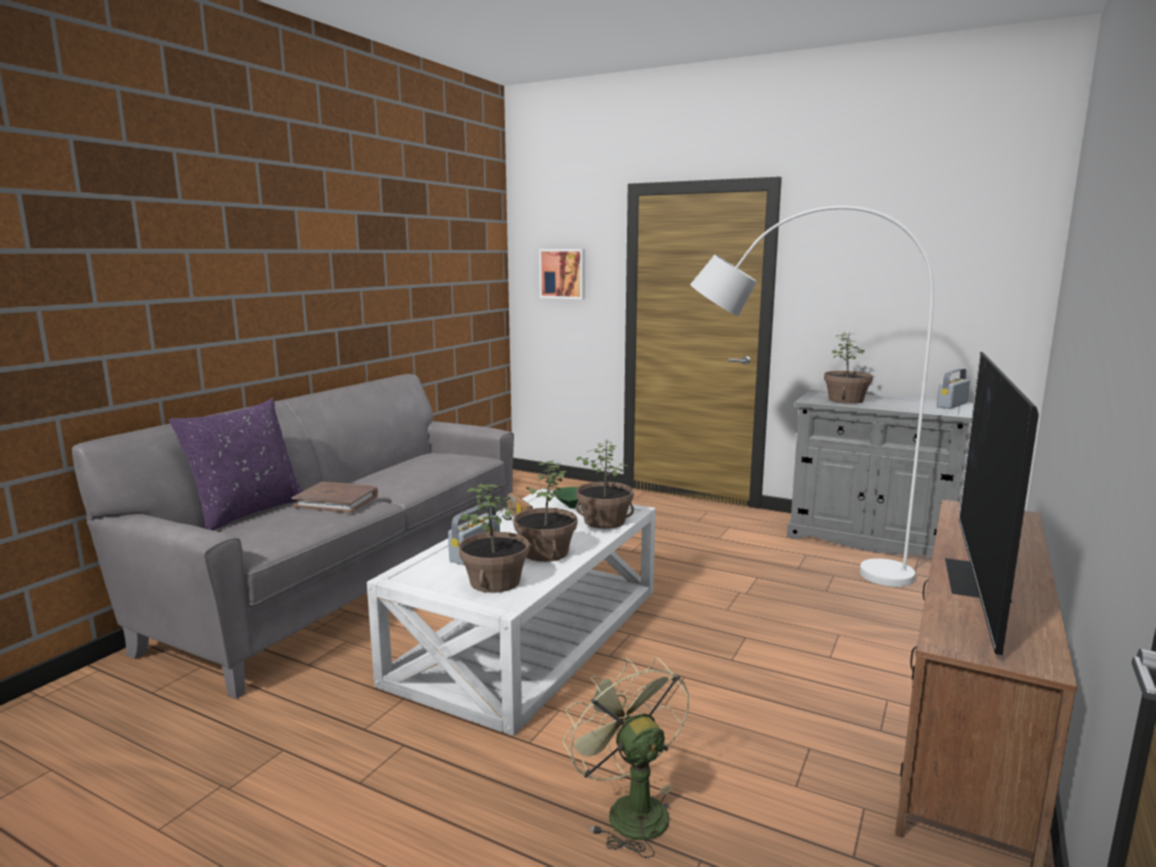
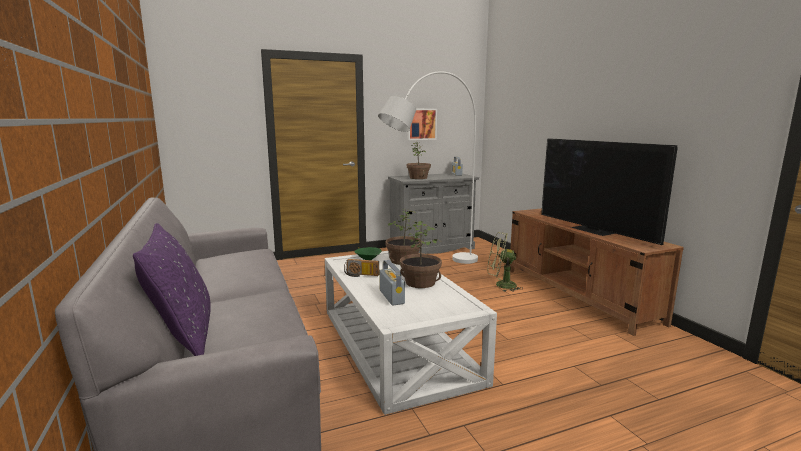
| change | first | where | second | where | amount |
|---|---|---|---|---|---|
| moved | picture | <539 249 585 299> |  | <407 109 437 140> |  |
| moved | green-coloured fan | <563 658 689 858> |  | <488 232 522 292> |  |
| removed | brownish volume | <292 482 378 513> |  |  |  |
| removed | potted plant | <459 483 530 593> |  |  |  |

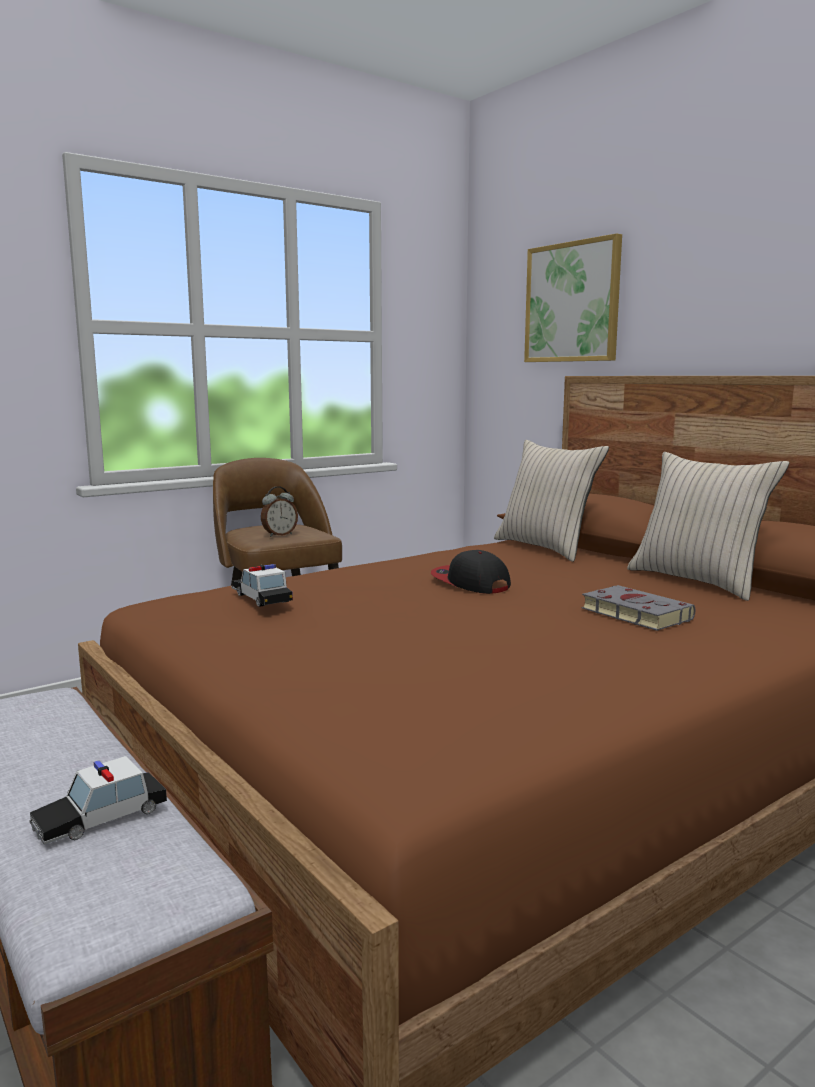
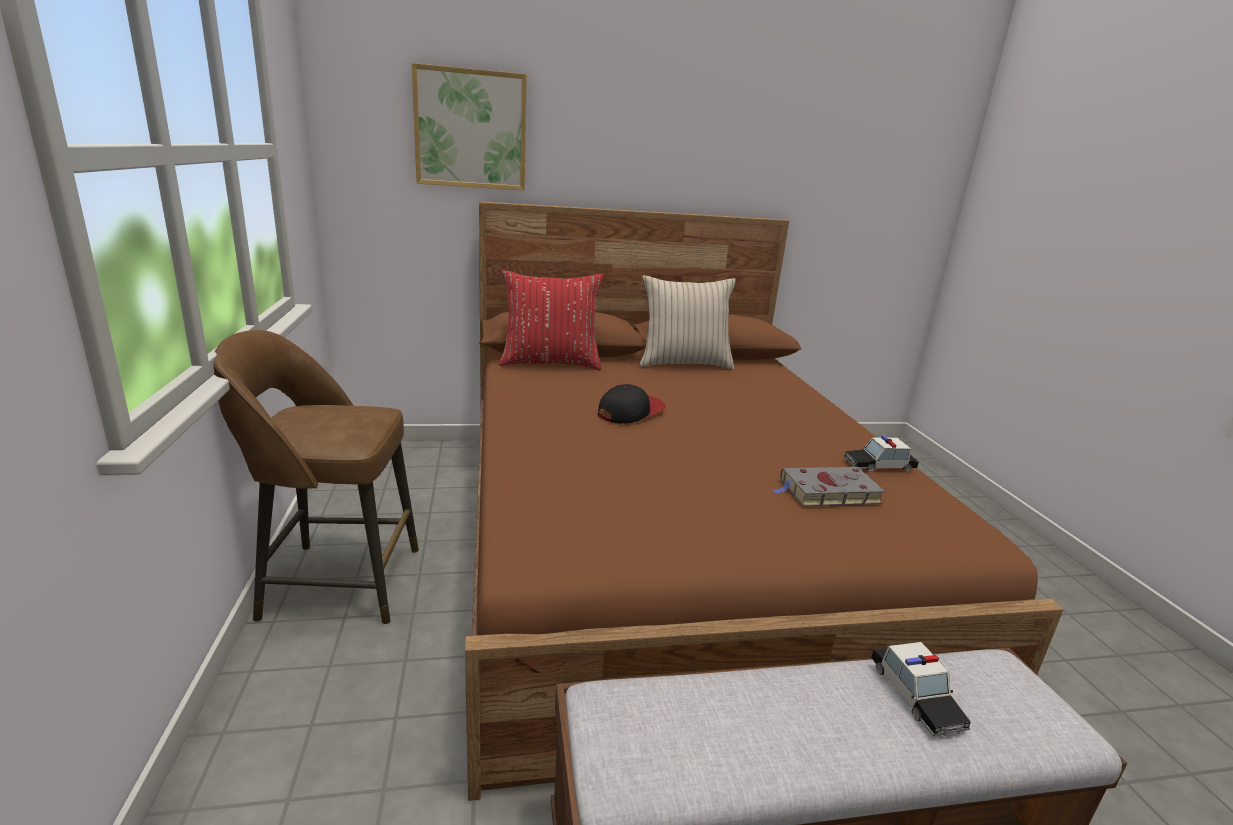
| change | first | where | second | where | amount |
|---|---|---|---|---|---|
| recoloured | beige-coloured cushion | <494 440 609 562> | reddish cushion | <499 270 603 370> |  |
| turned | baseball cap | <431 550 511 594> |  | <598 384 666 424> | 150 degrees clockwise |
| moved | gray volume | <582 585 695 631> |  | <772 467 885 506> |  |
| moved | model car | <231 564 293 607> |  | <843 435 919 472> |  |
| removed | bedside clock | <261 486 298 537> |  |  |  |

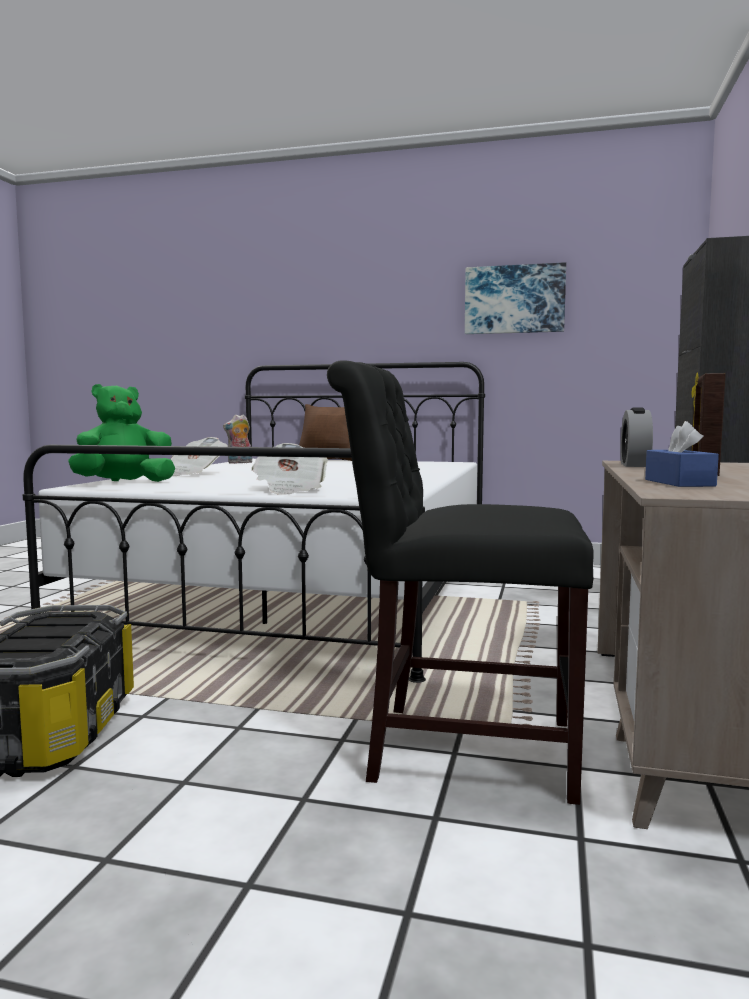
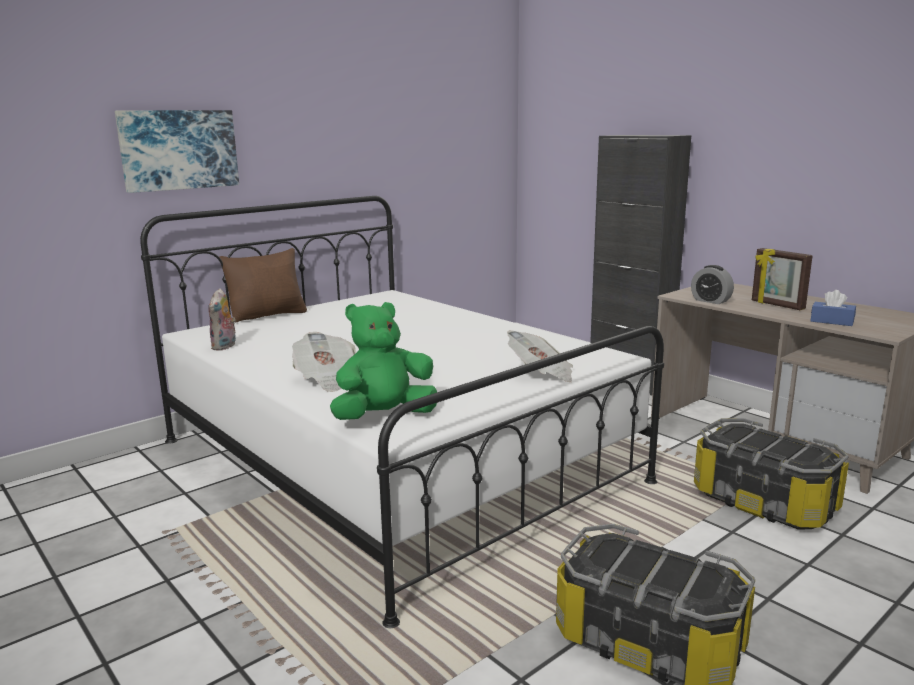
| change | first | where | second | where | amount |
|---|---|---|---|---|---|
| moved | picture | <465 262 566 334> |  | <115 110 239 193> |  |
| turned | green-coloured plush toy | <68 384 175 482> |  | <330 302 437 420> | 60 degrees clockwise |
| replaced | blackish chair | <327 360 594 805> | storage bin | <694 418 849 529> |  |

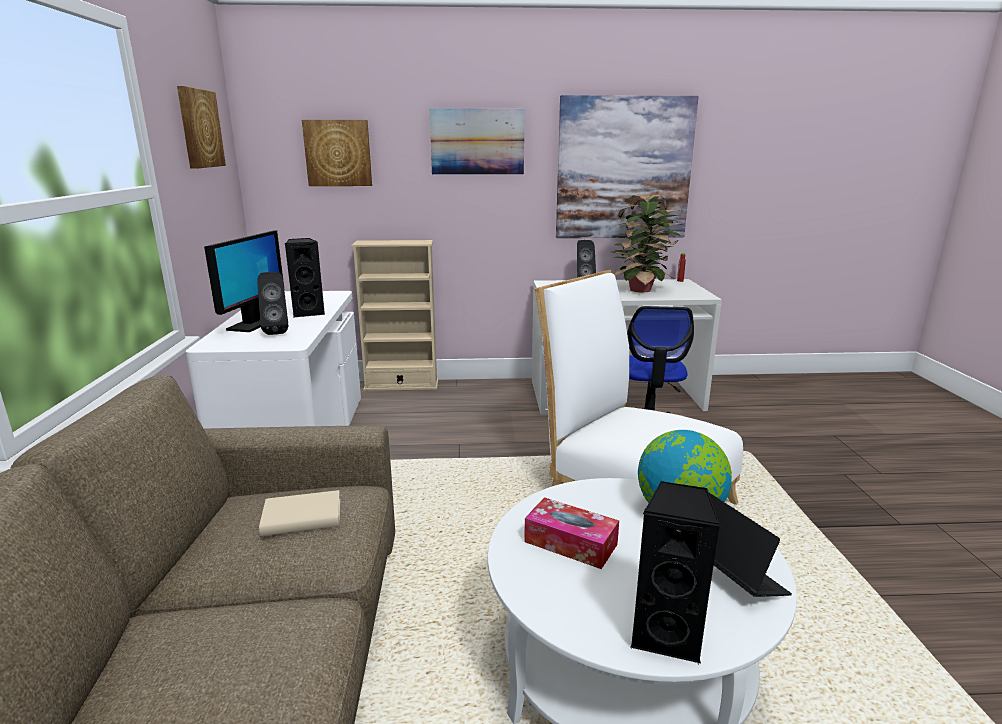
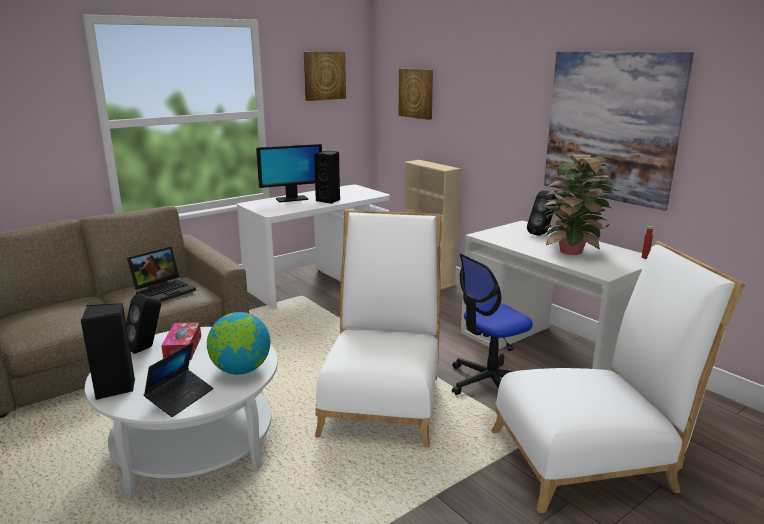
| change | first | where | second | where | amount |
|---|---|---|---|---|---|
| moved | blackish speaker | <257 272 288 335> |  | <126 294 161 354> |  |
| replaced | beige-coloured volume | <259 490 340 536> | notebook computer | <127 247 196 302> |  |
| added |  |  | white chair | <491 241 746 513> |  |
| removed | picture | <430 108 525 175> |  |  |  |

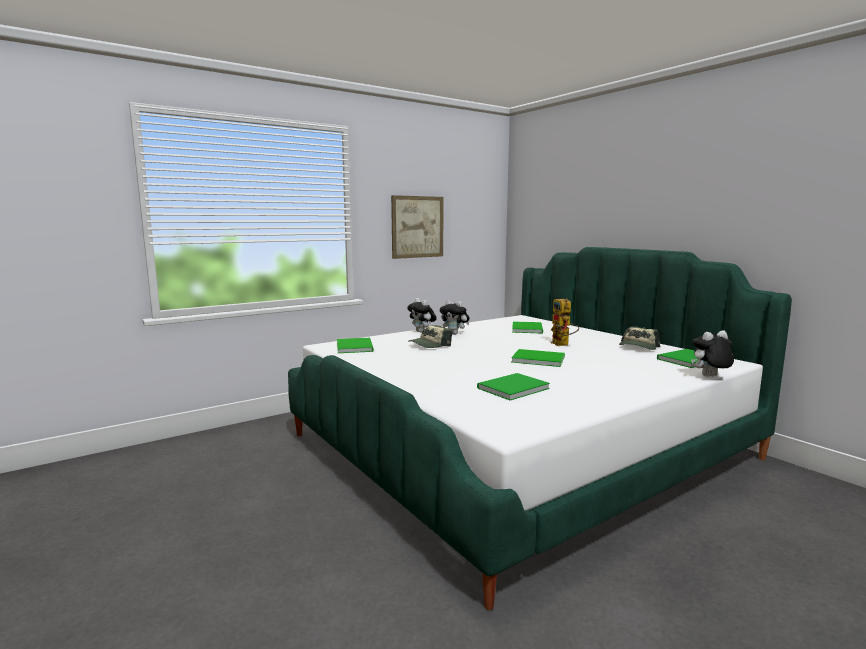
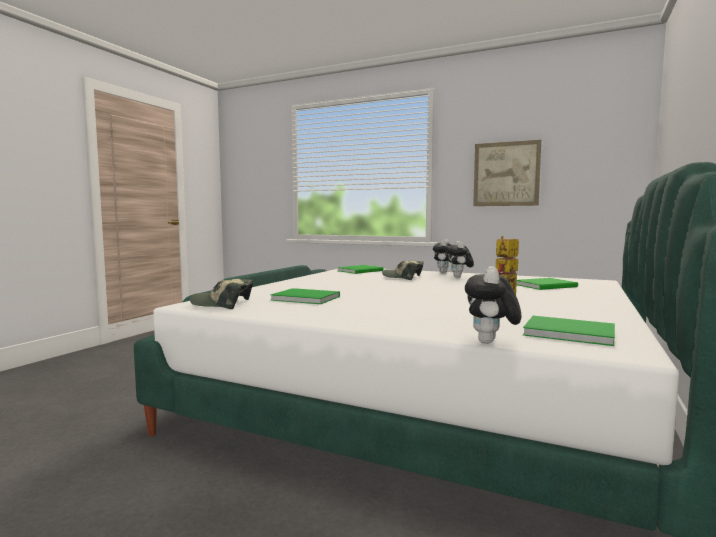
| change | first | where | second | where | amount |
|---|---|---|---|---|---|
| moved | baseball cap | <619 327 660 350> |  | <190 279 253 309> |  |
| turned | plush toy | <691 331 734 377> |  | <465 266 521 344> | 120 degrees counterclockwise |
| removed | green-coloured volume | <511 349 565 367> |  |  |  |

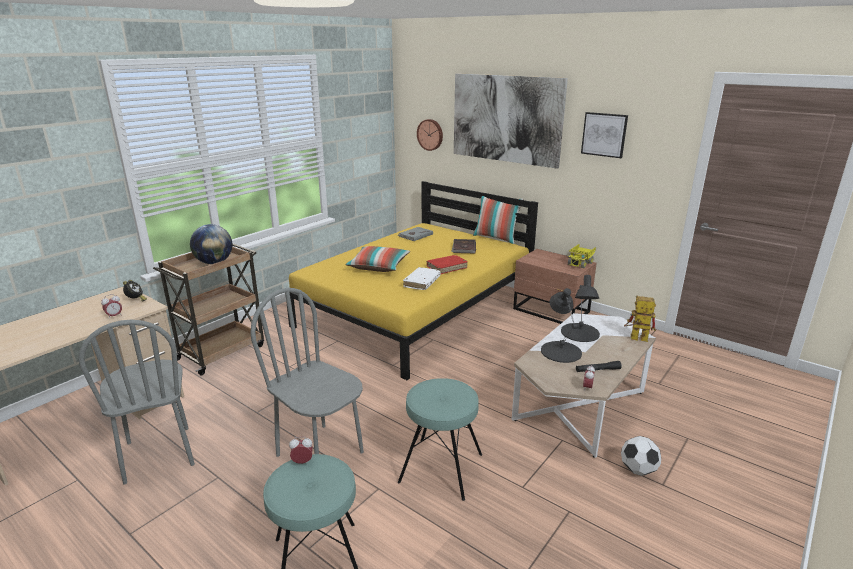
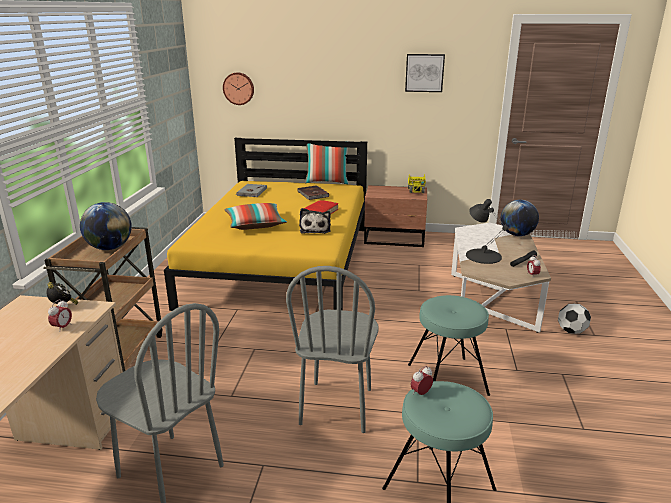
| change | first | where | second | where | amount |
|---|---|---|---|---|---|
| turned | gray chair | <250 288 364 457> |  | <286 266 379 433> | 90 degrees counterclockwise |
| replaced | white volume | <403 267 441 290> | plush toy | <299 208 331 234> |  |
| replaced | toy robot | <624 295 656 342> | world globe | <501 200 539 236> |  |
| removed | picture | <454 74 568 169> |  |  |  |
| removed | blackish table lamp | <561 275 600 342> |  |  |  |

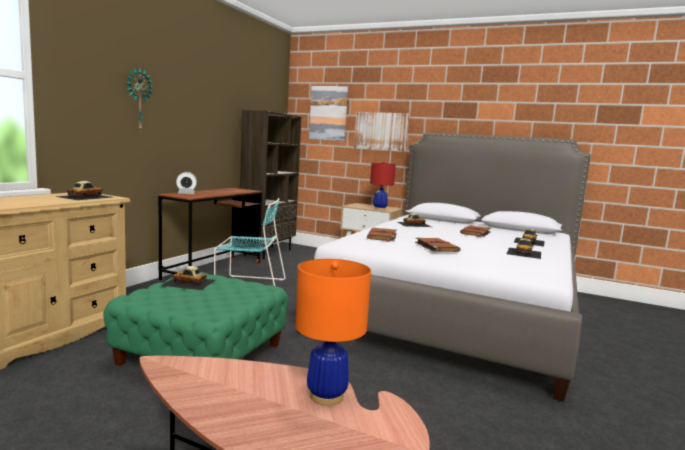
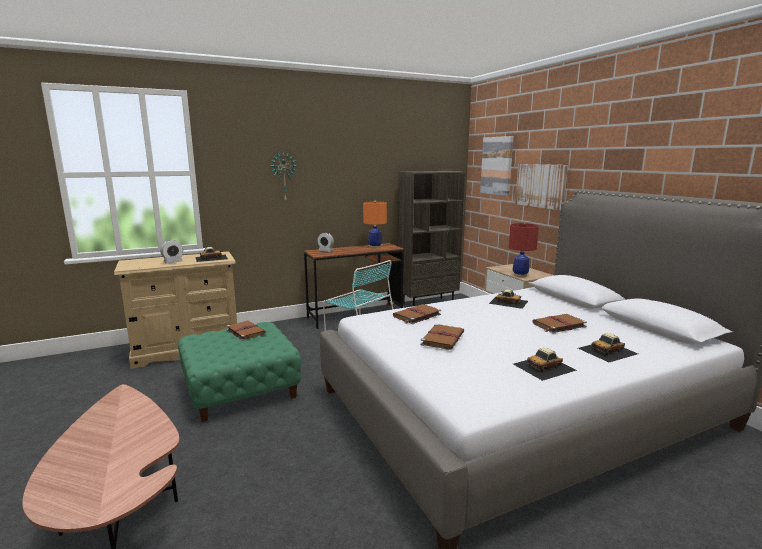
| change | first | where | second | where | amount |
|---|---|---|---|---|---|
| added |  |  | bedside clock | <160 240 183 264> |  |
| replaced | model car | <160 266 216 290> | brownish volume | <226 321 266 341> |  |
| moved | orangey table lamp | <295 259 371 406> |  | <363 201 387 248> |  |

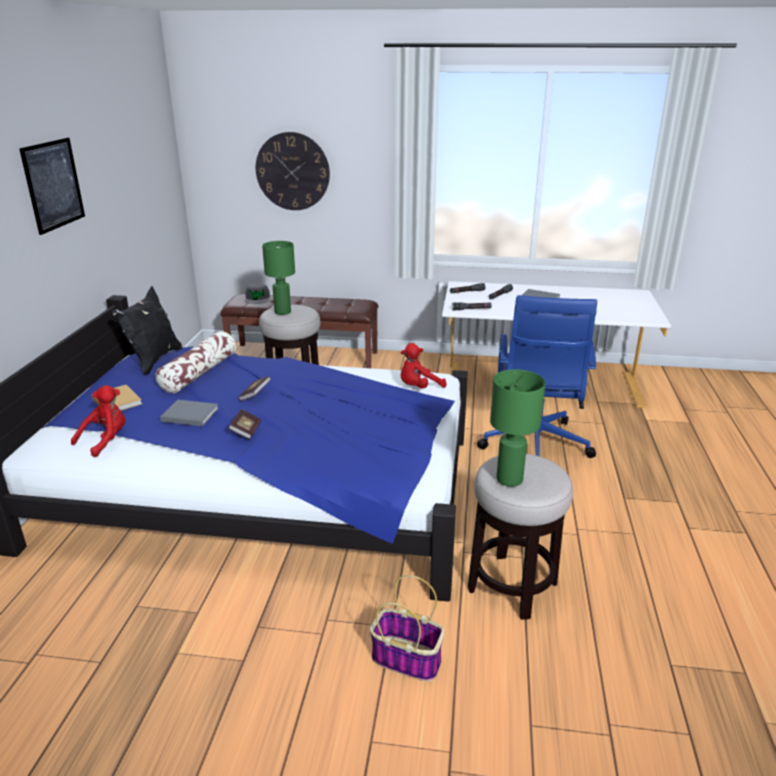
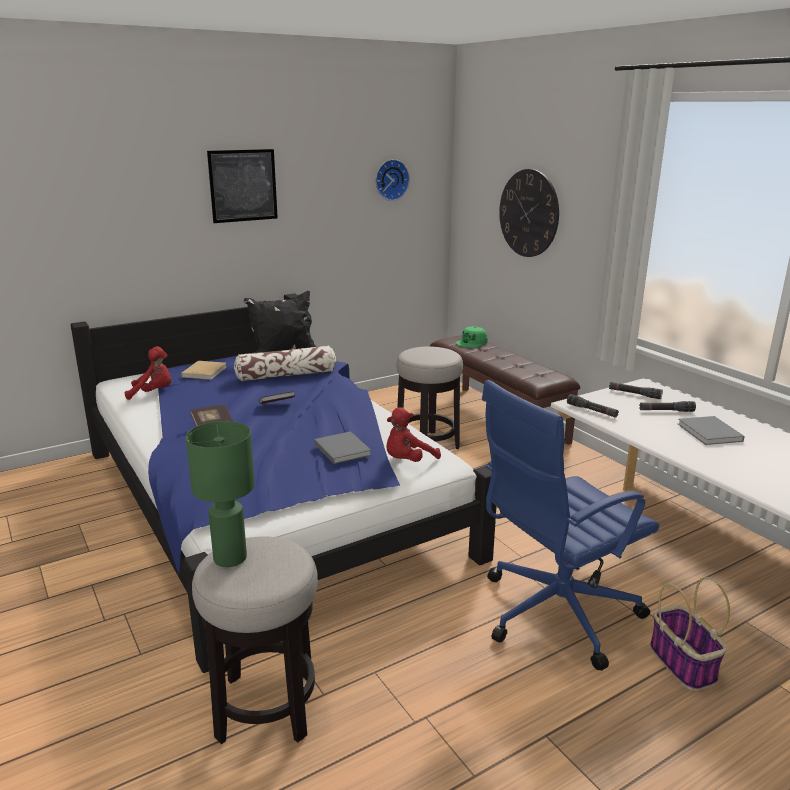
| change | first | where | second | where | amount |
|---|---|---|---|---|---|
| moved | gray volume | <160 400 219 426> |  | <315 431 371 464> |  |
| added |  |  | wall clock | <375 159 410 201> |  |
| turned | reddish plush toy | <401 343 447 389> |  | <386 408 441 462> | 60 degrees counterclockwise |
| recoloured | gray baseball cap | <245 283 270 304> | green-coloured baseball cap | <456 327 487 348> |  |
| moved | household basket | <370 575 444 682> |  | <650 577 730 691> |  |
| removed | green-coloured table lamp | <262 241 295 315> |  |  |  |

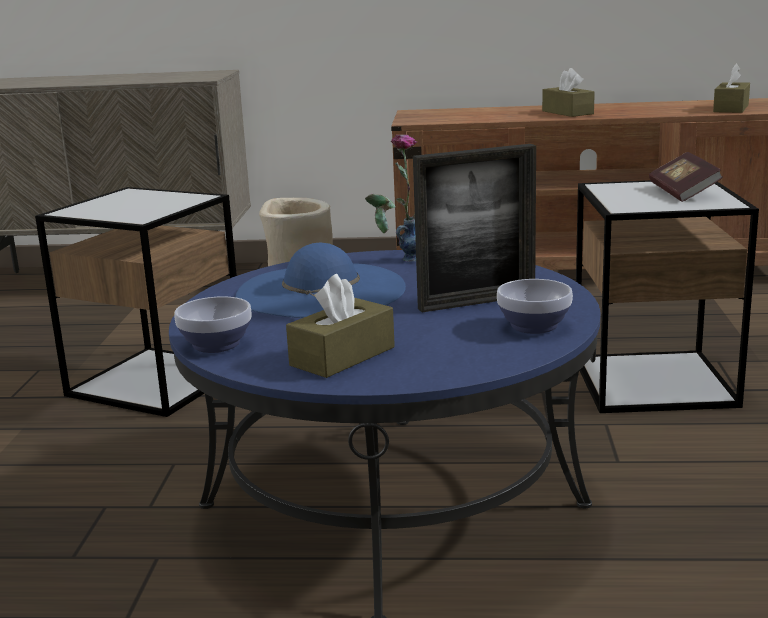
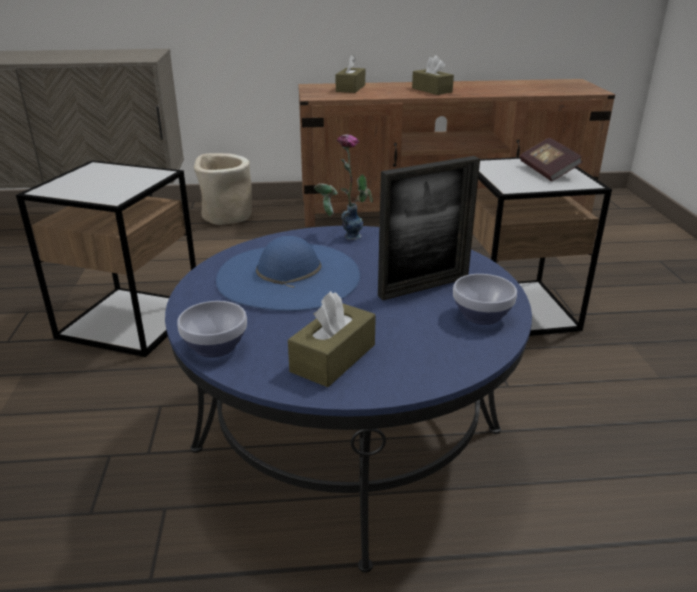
| change | first | where | second | where | amount |
|---|---|---|---|---|---|
| moved | brownish tissue holder | <713 63 750 113> |  | <336 54 365 93> |  |

